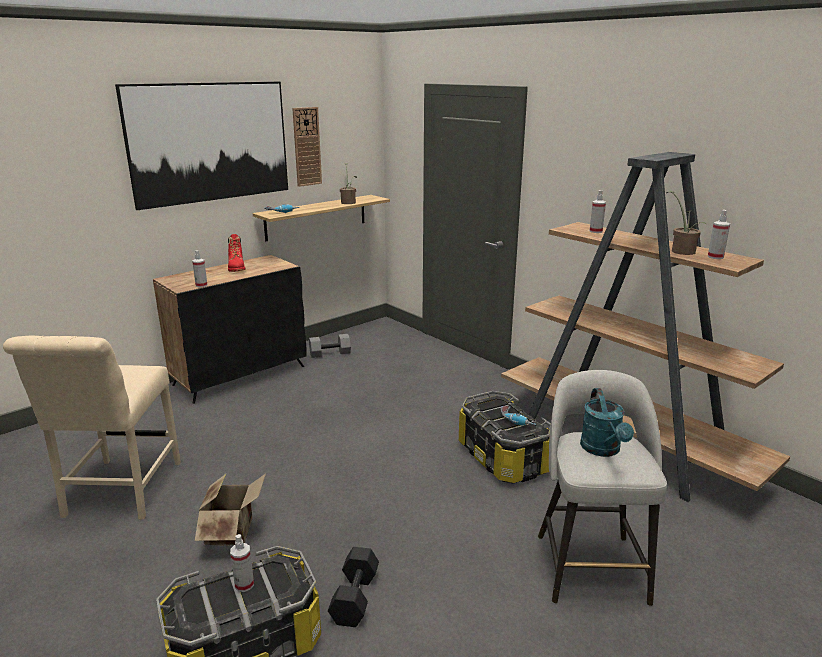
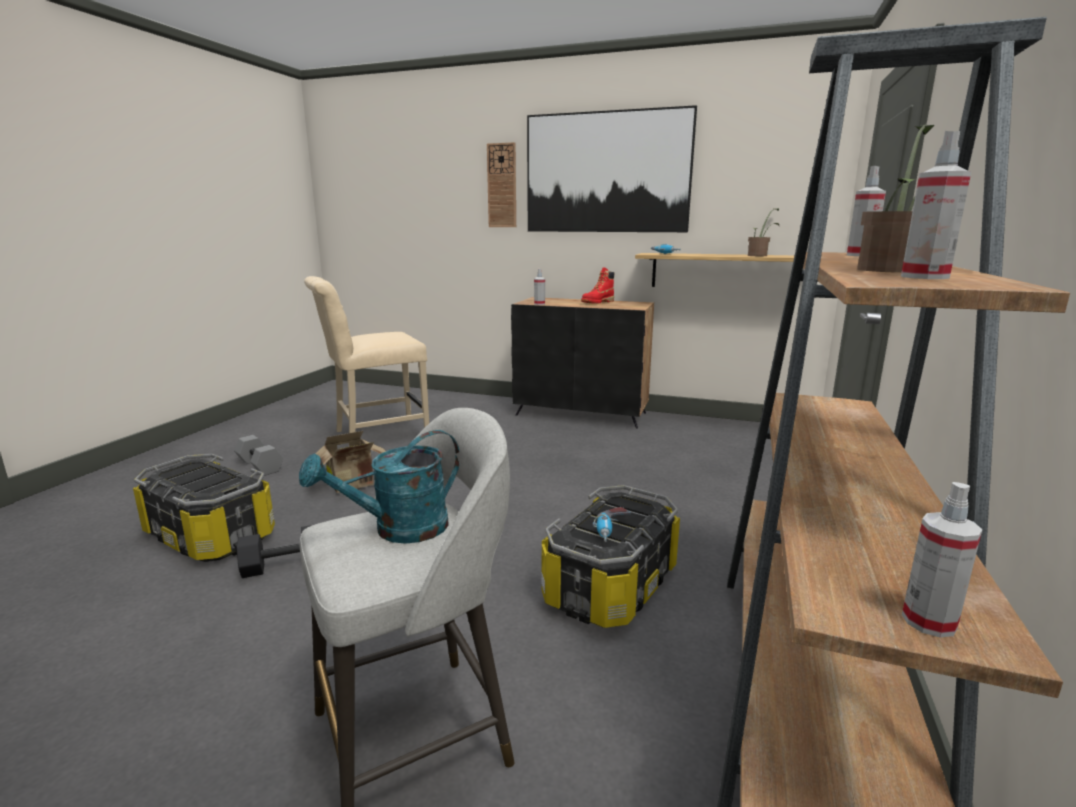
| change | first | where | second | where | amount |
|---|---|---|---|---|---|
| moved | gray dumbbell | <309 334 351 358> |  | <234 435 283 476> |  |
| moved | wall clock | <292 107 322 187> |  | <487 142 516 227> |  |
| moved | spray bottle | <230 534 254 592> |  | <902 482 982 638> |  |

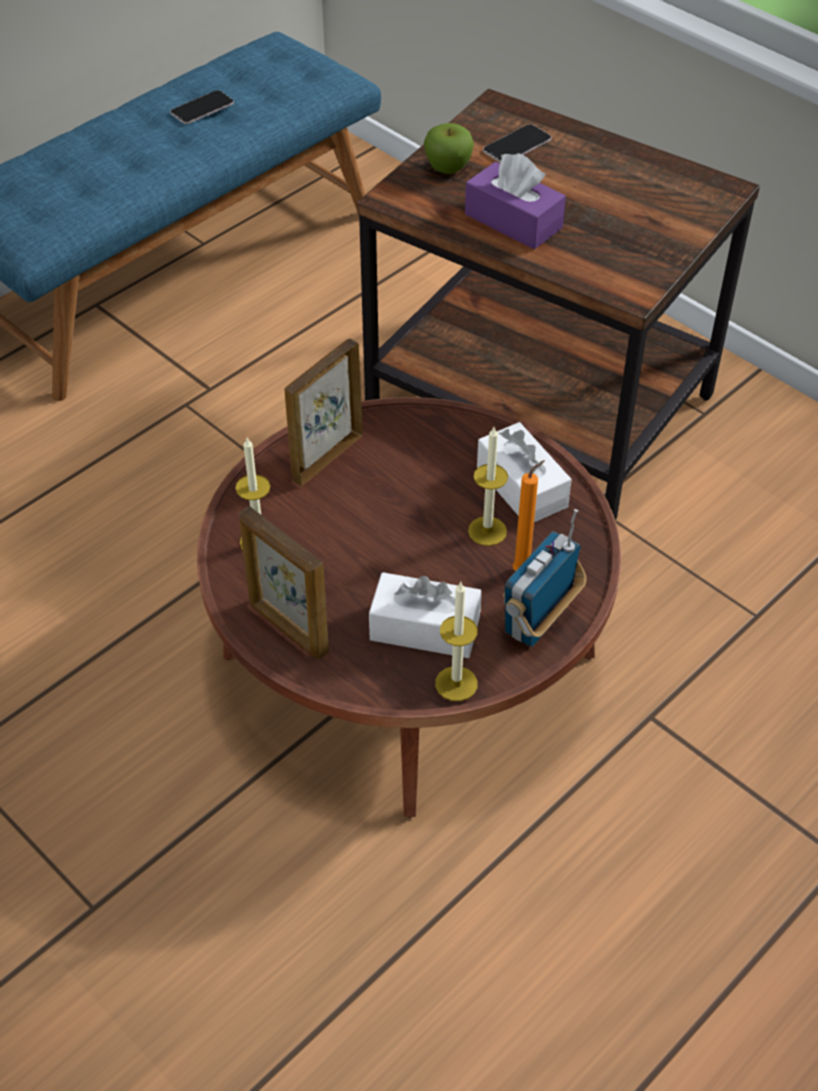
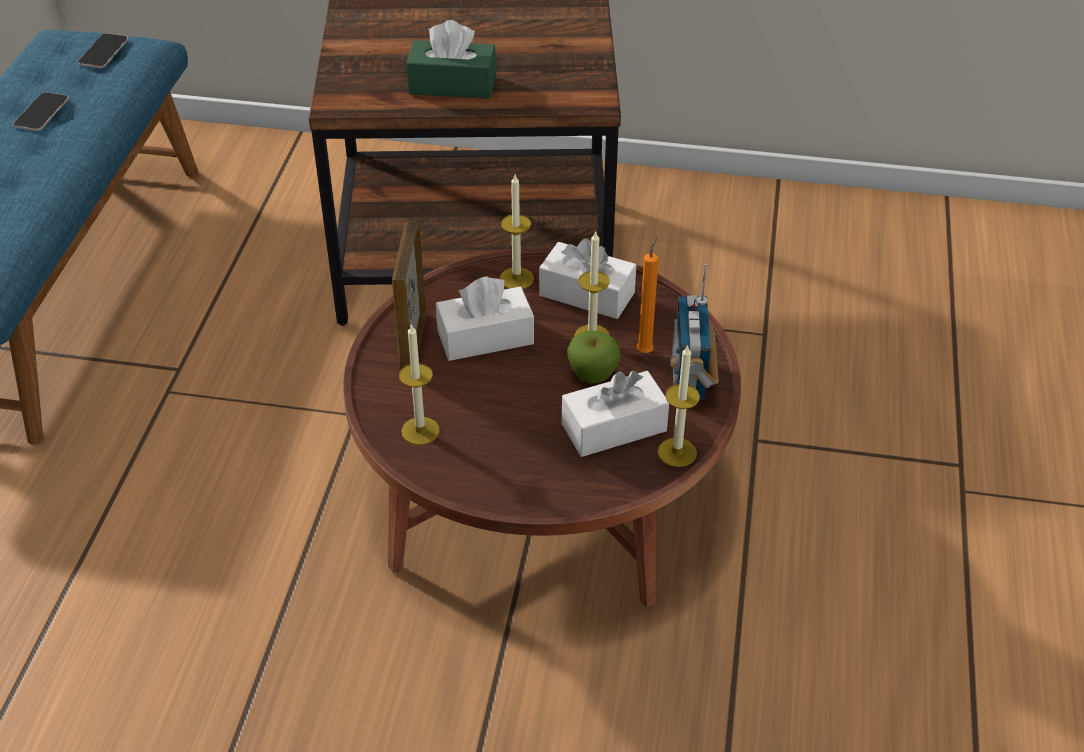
| change | first | where | second | where | amount |
|---|---|---|---|---|---|
| moved | telephone | <483 124 551 162> |  | <78 33 128 68> |  |
| recoloured | purplish tissue holder | <465 153 566 249> | green-coloured tissue holder | <406 20 496 99> |  |
| added |  |  | white tissue holder | <436 276 534 361> |  |
| added |  |  | candle | <500 175 534 289> |  |
| moved | whole apple | <424 123 474 174> |  | <567 330 620 383> |  |
| removed | picture frame | <239 506 329 659> |  |  |  |

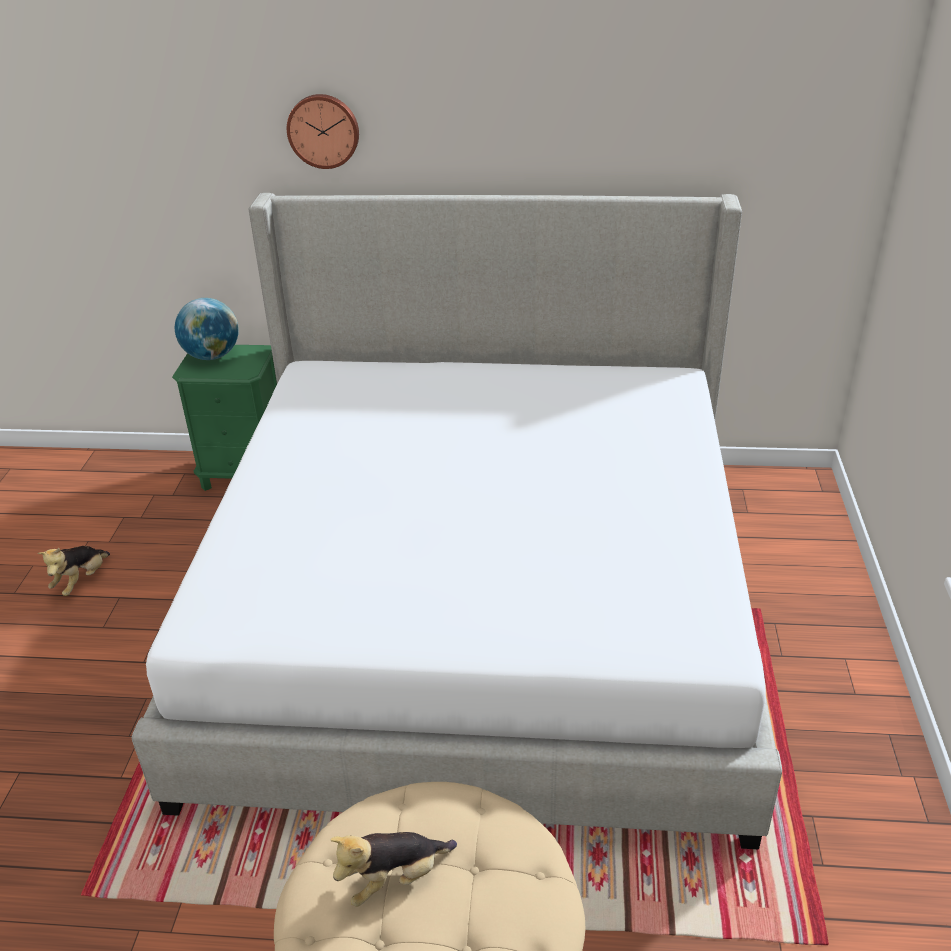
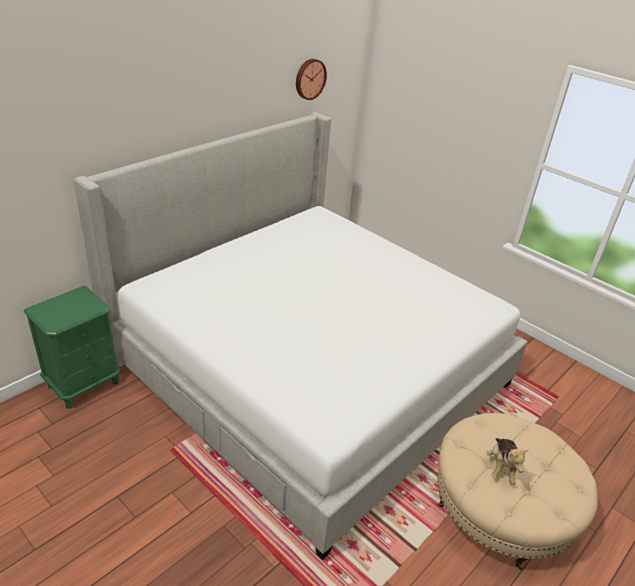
| change | first | where | second | where | amount |
|---|---|---|---|---|---|
| moved | wall clock | <287 94 359 169> |  | <296 59 327 100> |  |
| removed | plush toy | <38 546 110 596> |  |  |  |
| removed | world globe | <175 298 239 360> |  |  |  |

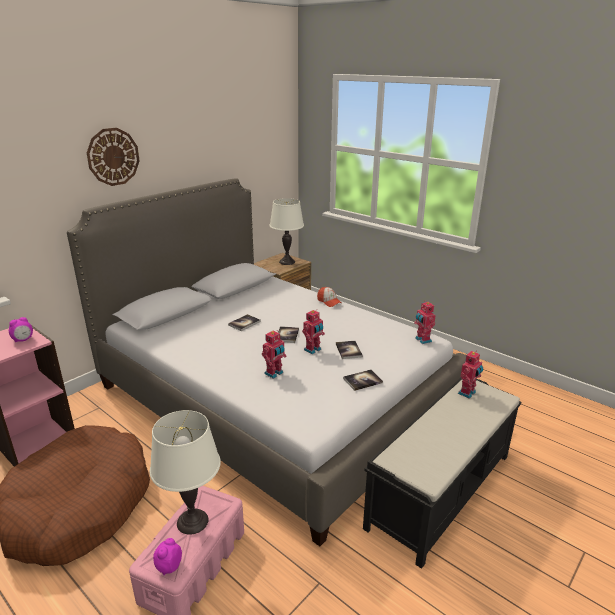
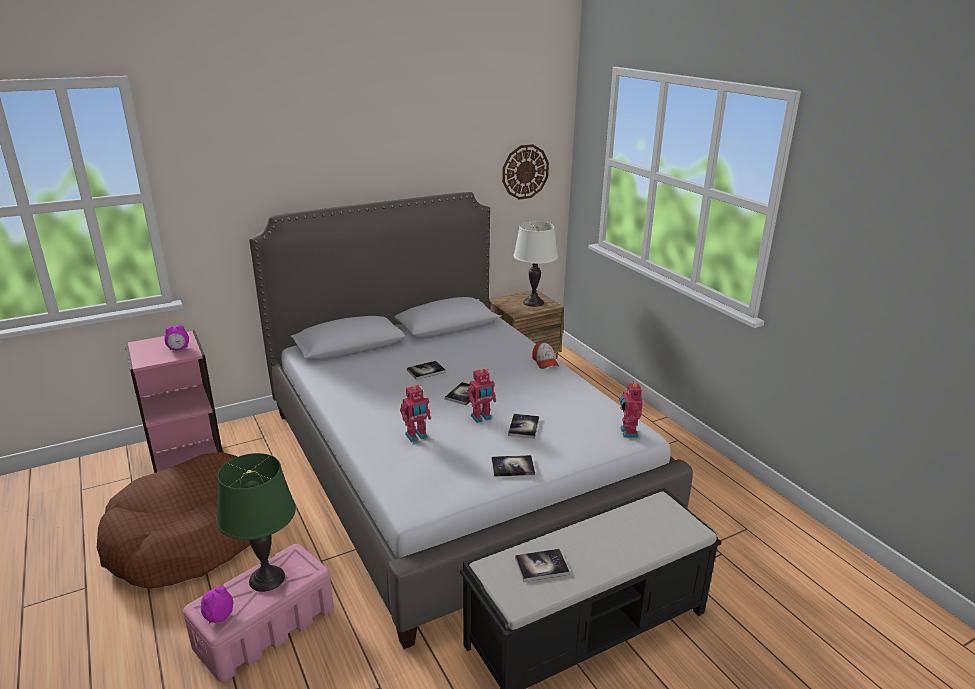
| change | first | where | second | where | amount |
|---|---|---|---|---|---|
| recoloured | white table lamp | <150 410 221 535> | green-coloured table lamp | <216 453 296 592> |  |
| moved | wall clock | <87 128 140 186> |  | <502 144 549 200> |  |
| added |  |  | volume | <515 549 570 582> |  |
| removed | toy robot | <458 351 483 399> |  |  |  |

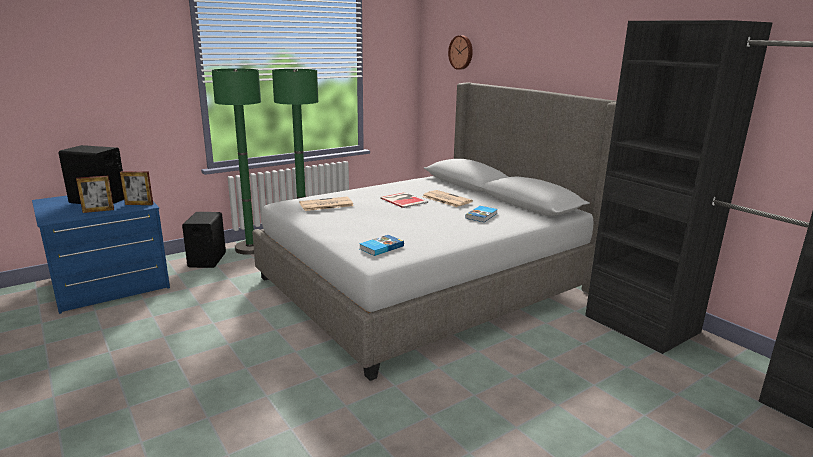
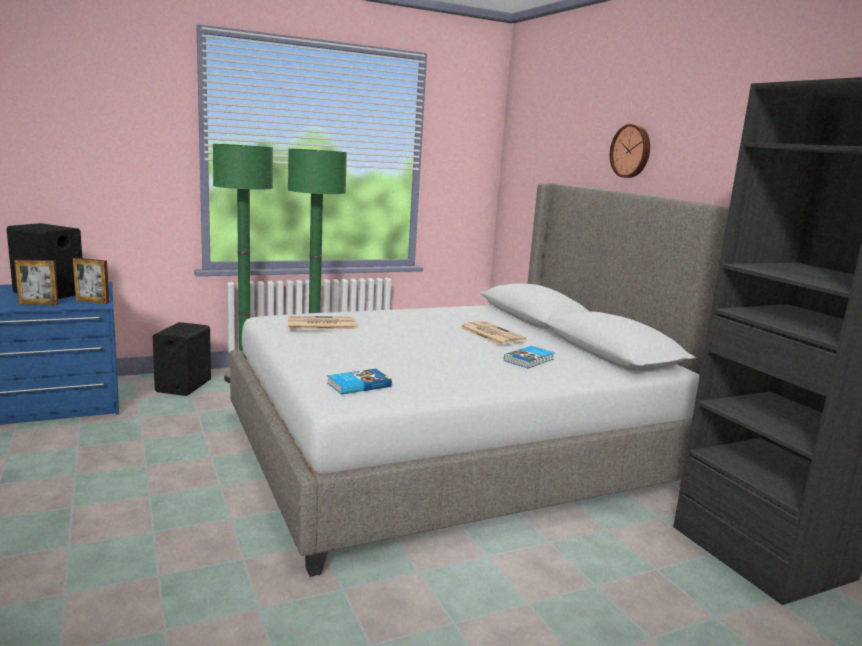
| change | first | where | second | where | amount |
|---|---|---|---|---|---|
| moved | wall clock | <448 35 473 70> |  | <610 124 650 178> |  |
| removed | volume | <380 192 428 208> |  |  |  |

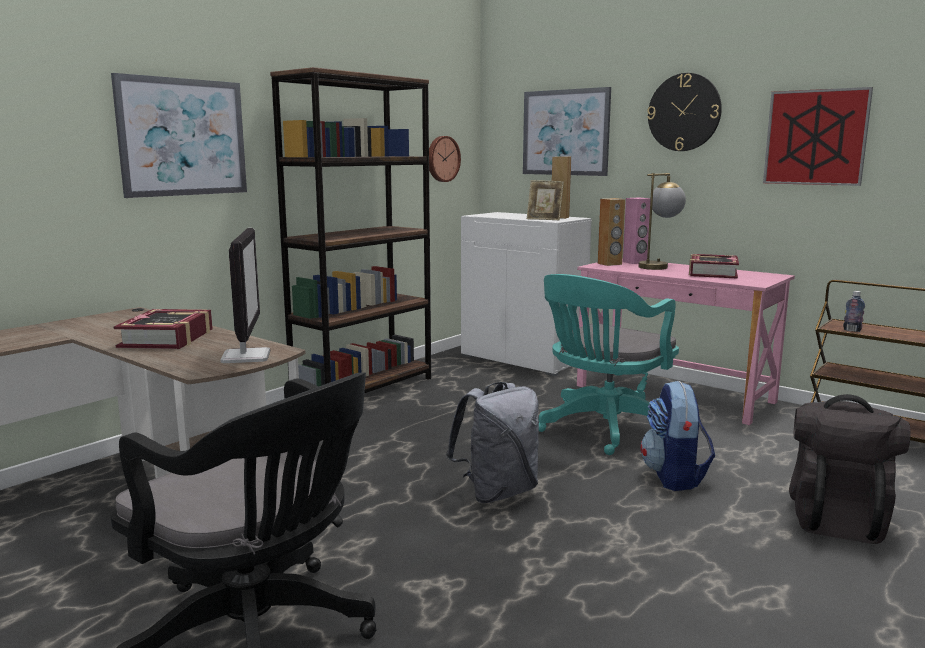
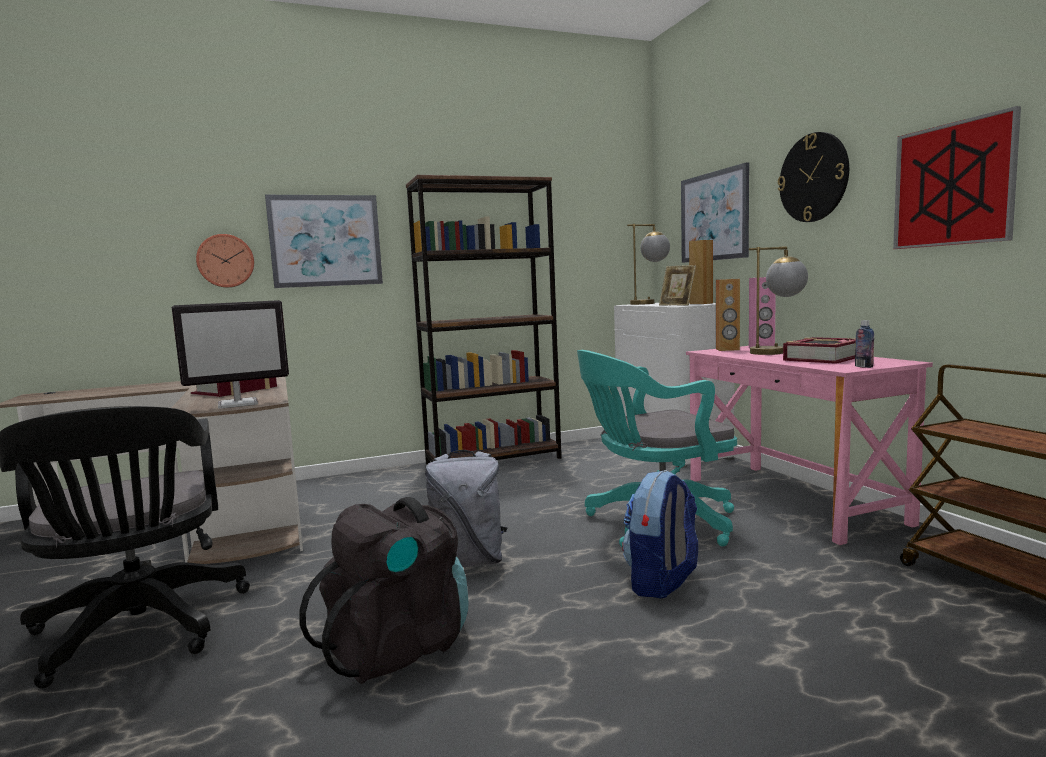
| change | first | where | second | where | amount |
|---|---|---|---|---|---|
| turned | computer display | <220 228 270 363> |  | <172 300 289 409> | 45 degrees clockwise |
| moved | wall clock | <429 136 461 182> |  | <196 234 254 288> |  |
| moved | blackish knapsack | <789 394 910 544> |  | <299 497 468 684> |  |
| added |  |  | table lamp | <627 224 670 305> |  |
| moved | bottle | <843 291 865 332> |  | <855 320 874 368> |  |

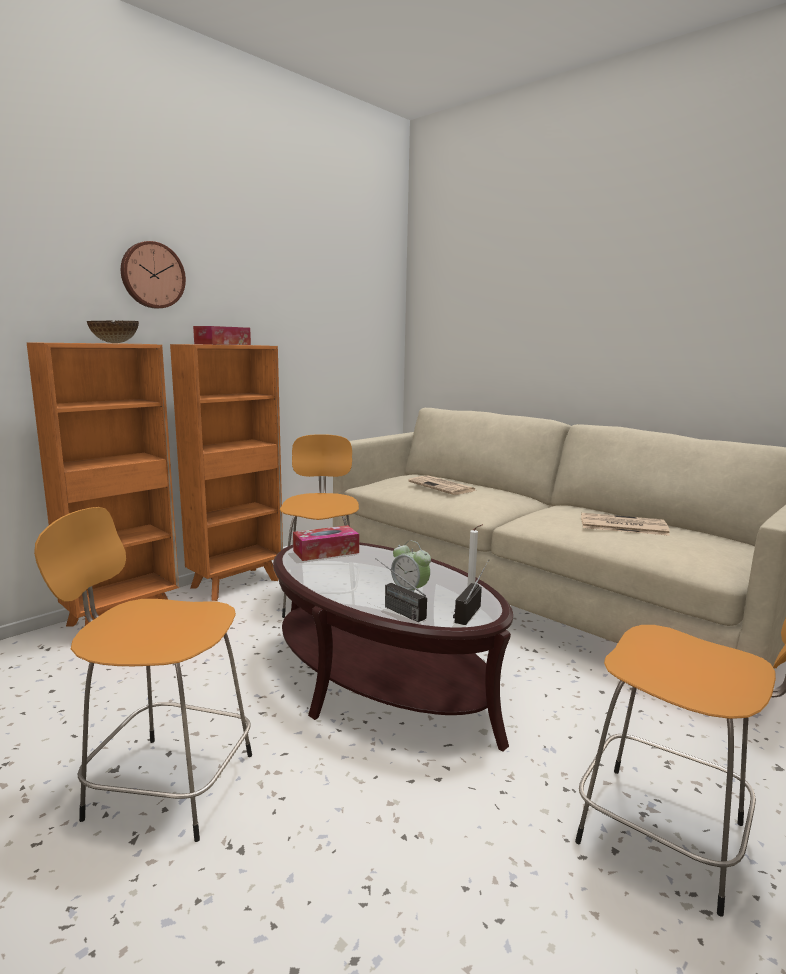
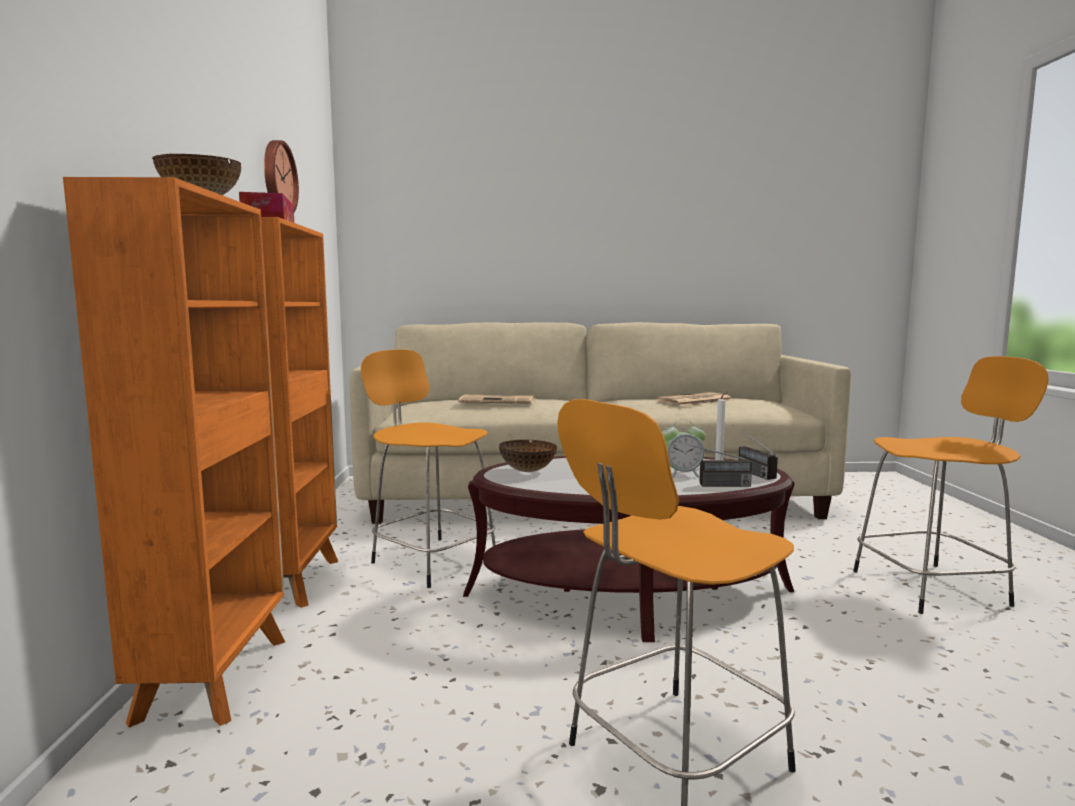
| change | first | where | second | where | amount |
|---|---|---|---|---|---|
| moved | wall clock | <121 241 186 308> |  | <264 140 299 212> |  |
| replaced | tissue holder | <293 525 359 561> | serving bowl | <499 440 557 472> |  |

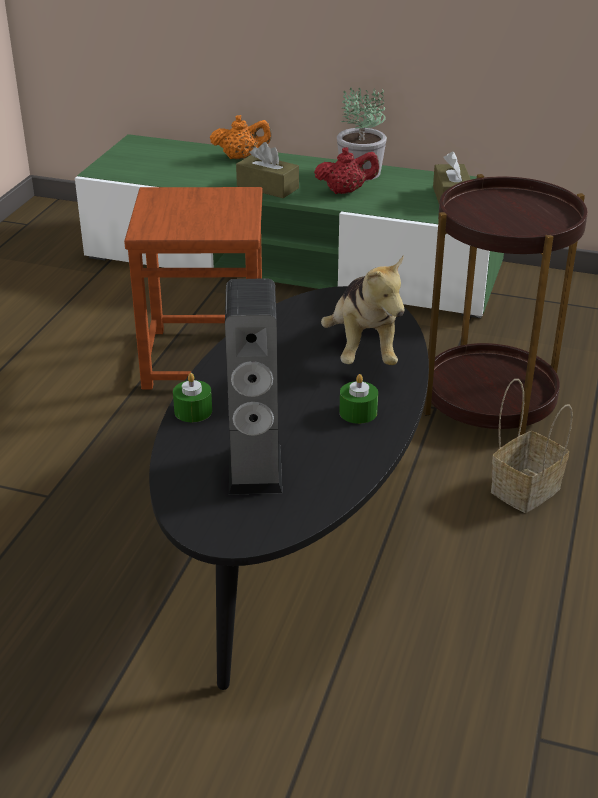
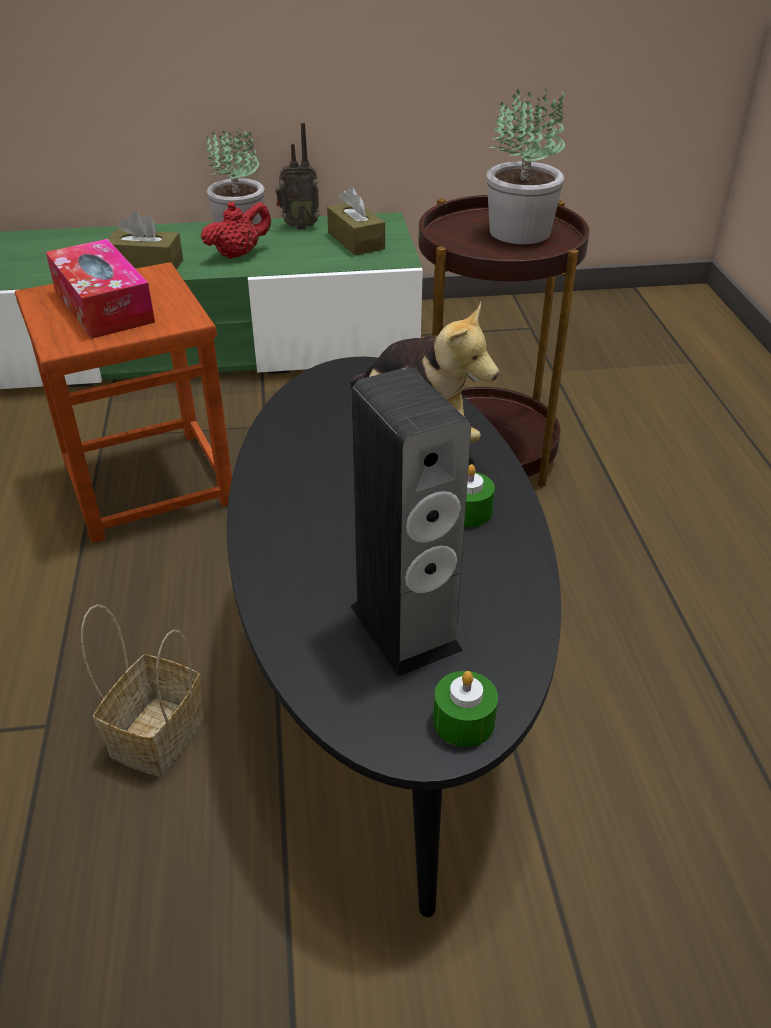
| change | first | where | second | where | amount |
|---|---|---|---|---|---|
| added |  |  | tissue holder | <46 239 155 339> |  |
| moved | household basket | <491 379 573 513> |  | <81 604 204 777> |  |
| added |  |  | radio receiver | <276 123 319 230> |  |
| moved | green-coloured candle | <173 373 212 422> |  | <433 671 498 747> |  |
| added |  |  | potted plant | <487 87 565 244> |  |
| removed | orangey teapot | <210 115 272 159> |  |  |  |

